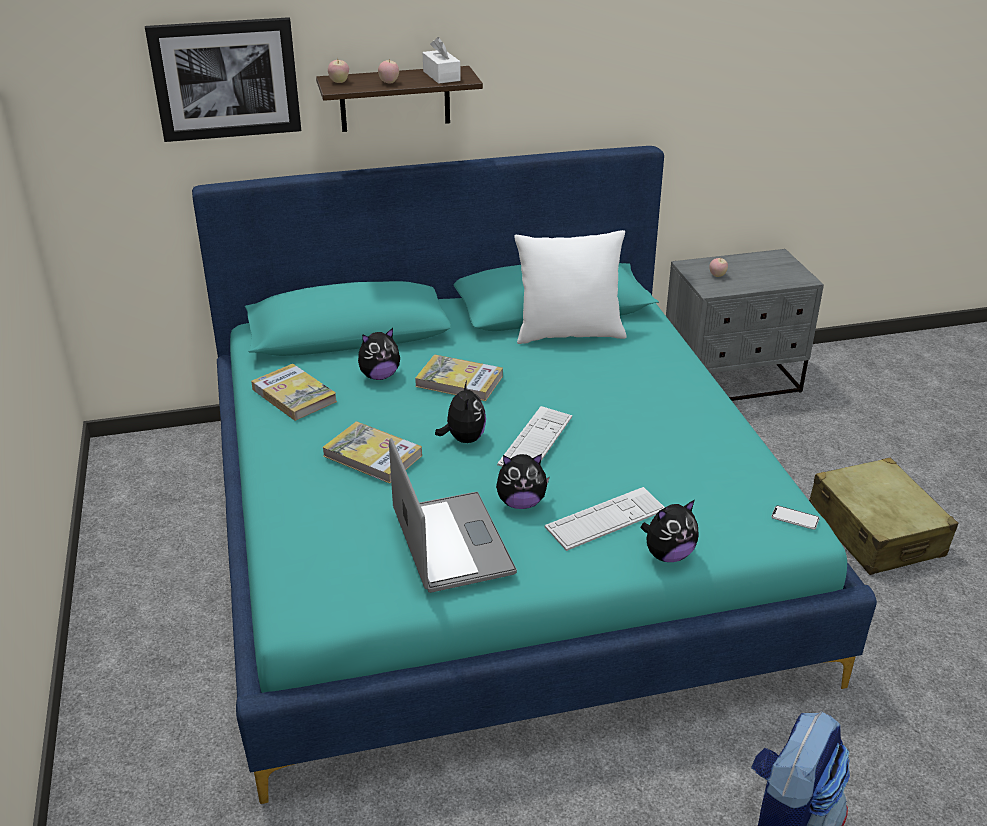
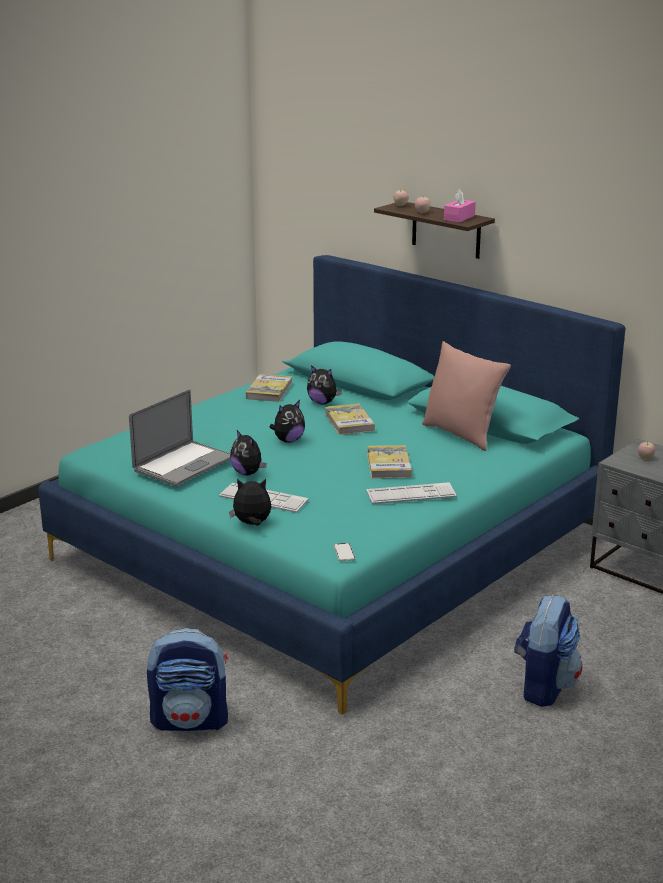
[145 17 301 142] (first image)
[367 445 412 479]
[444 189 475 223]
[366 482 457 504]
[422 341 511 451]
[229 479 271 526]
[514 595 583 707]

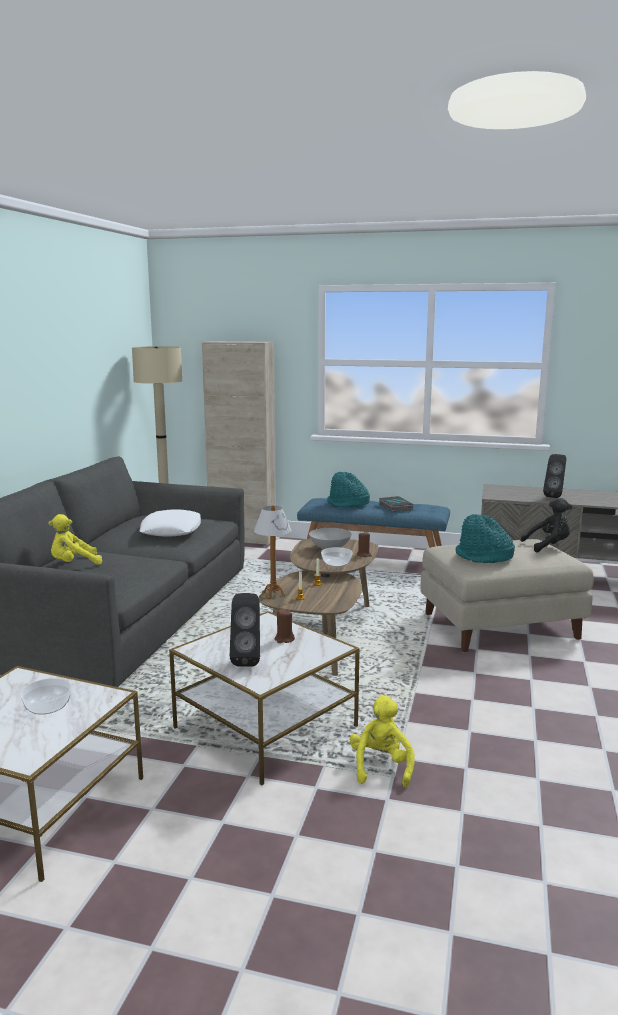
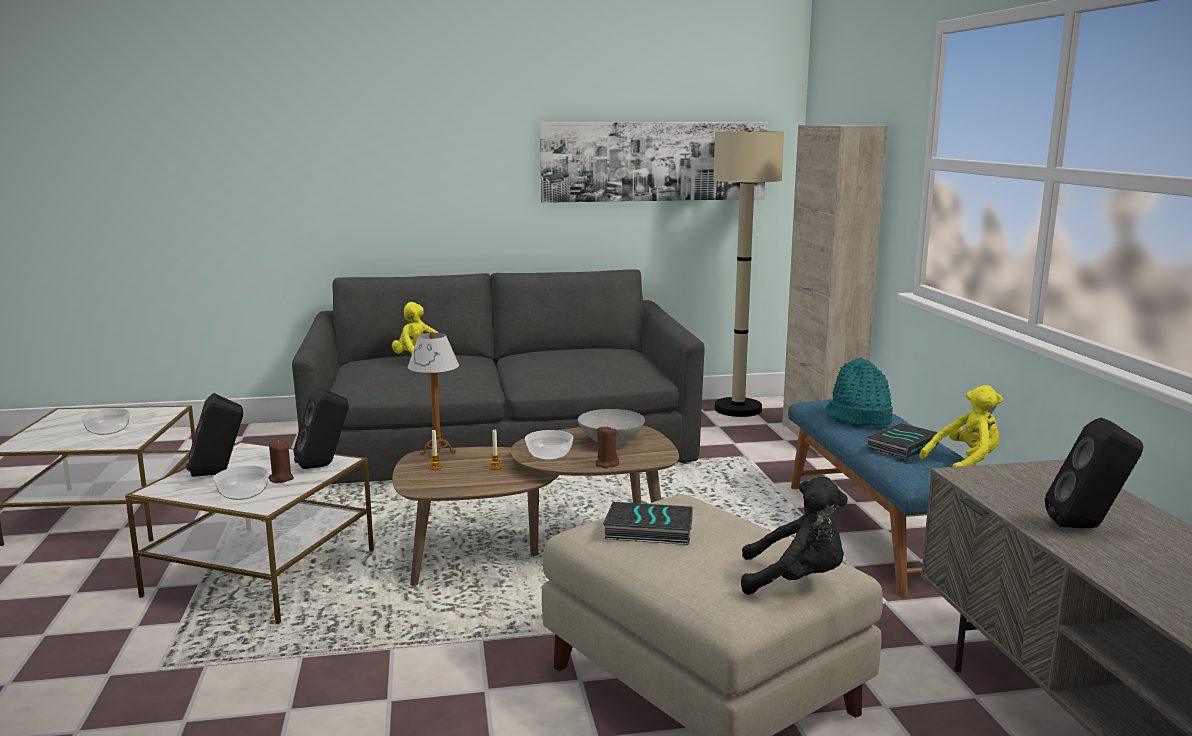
[140 509 201 537] (first image)
[919 385 1003 467]
[603 502 693 545]
[741 477 848 595]
[213 466 269 500]
[294 387 349 469]
[540 122 768 203]

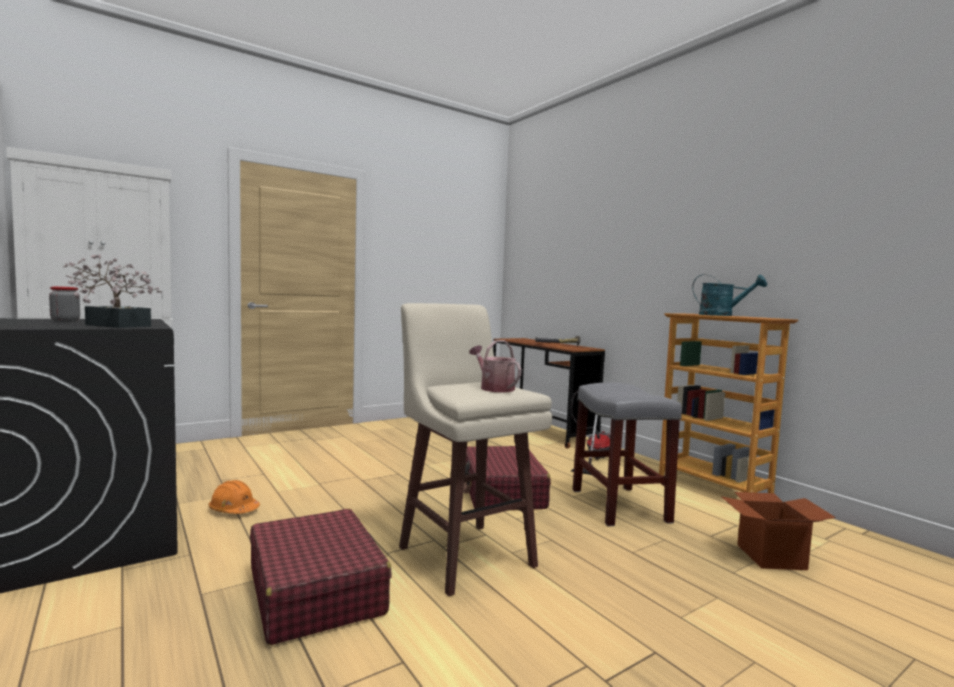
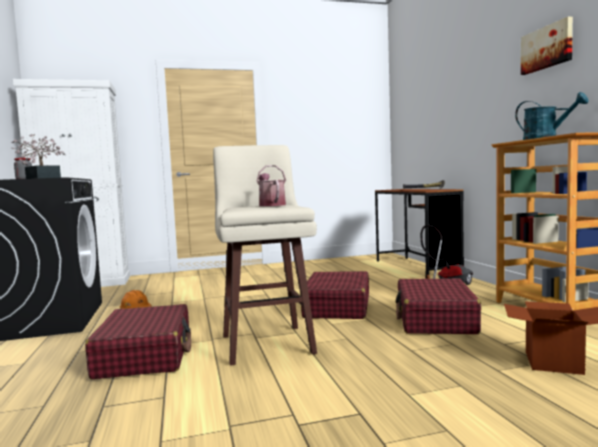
[395 278 481 334]
[521 16 573 75]

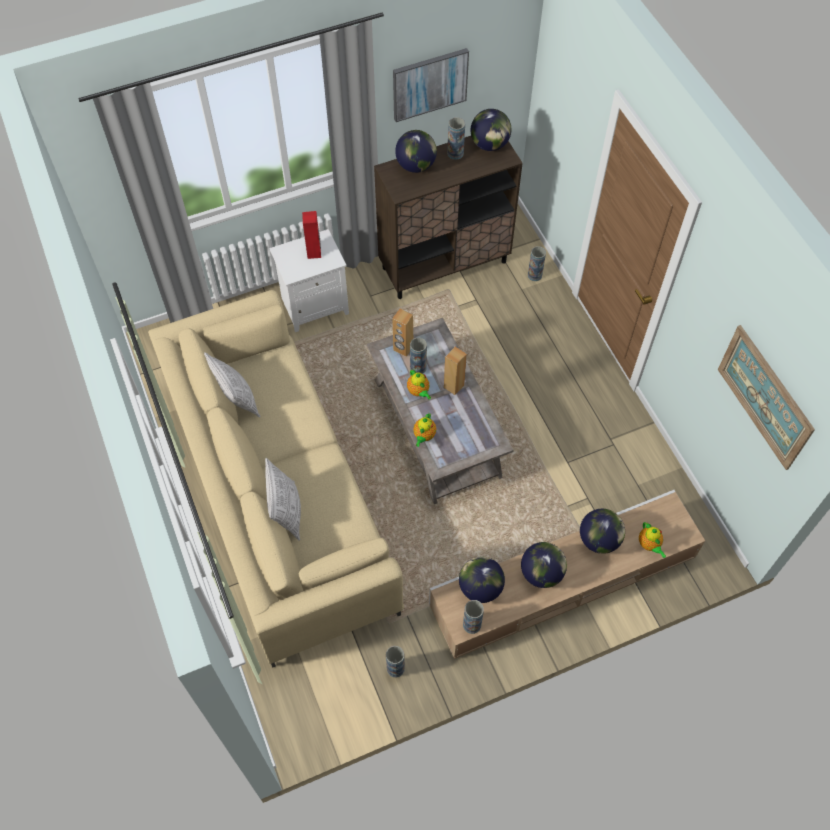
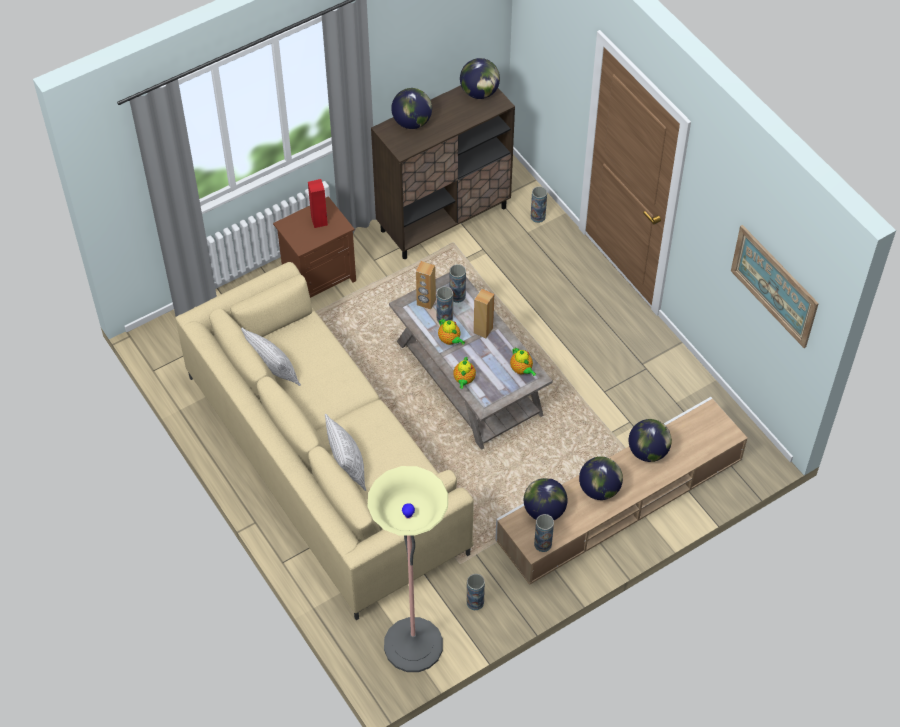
[273 196 356 298]
[393 48 469 122] (first image)
[449 264 466 303]
[510 348 536 376]
[368 466 448 672]

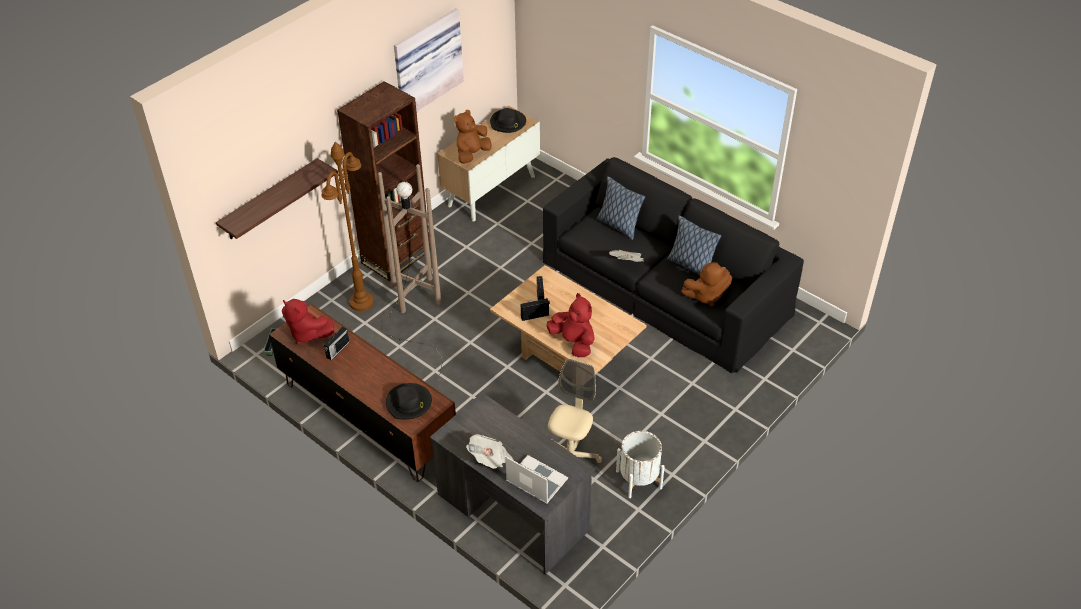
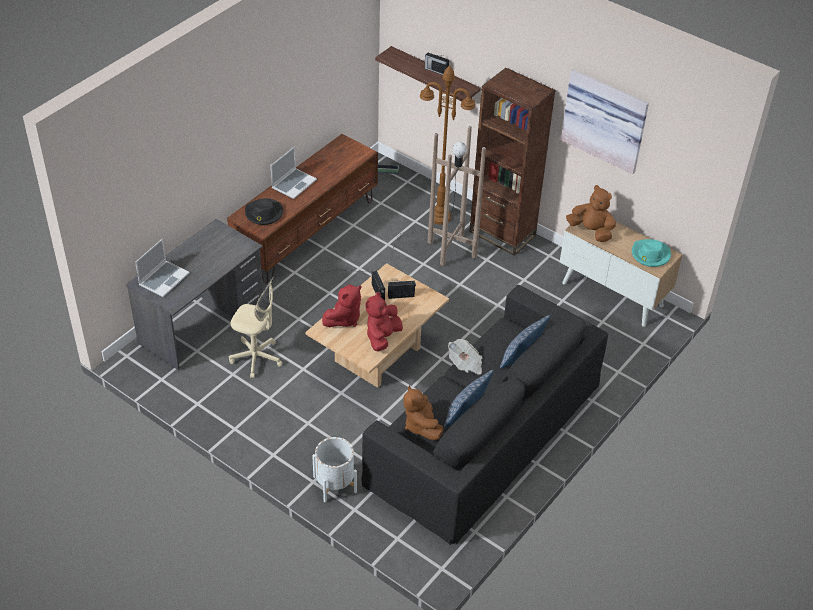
[365 292 403 352]
[425 53 449 75]
[466 434 514 469] (first image)
[632 239 671 267]
[312 437 357 502]
[271 147 317 199]

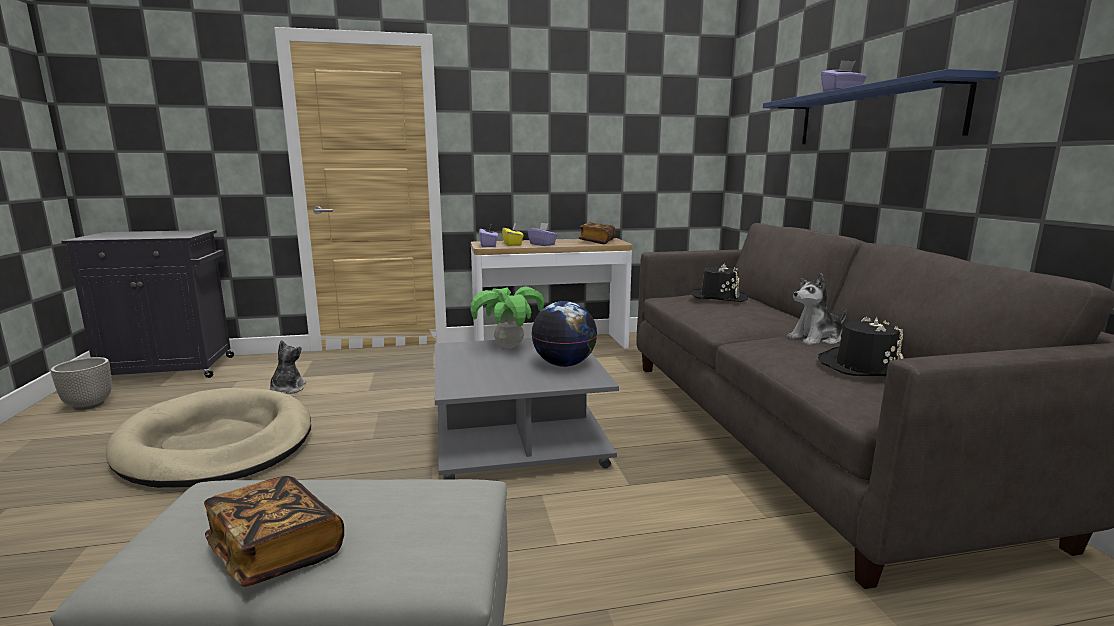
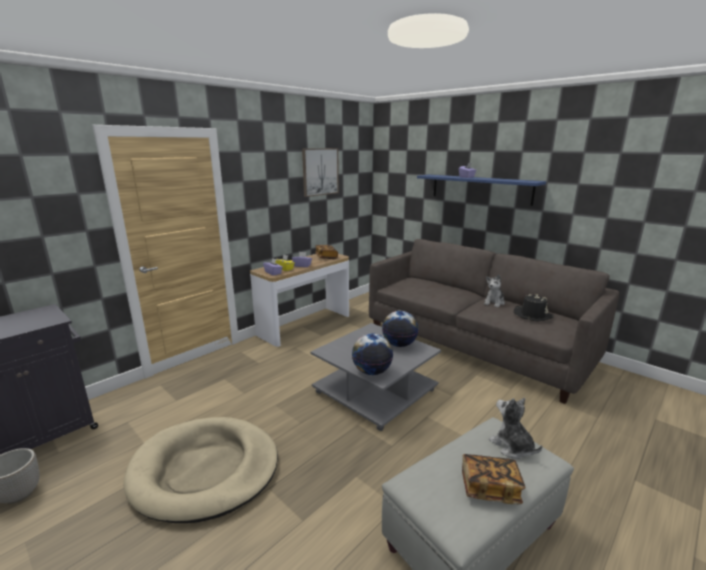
[489 398 542 459]
[470 287 544 349] (first image)
[690 263 748 302] (first image)
[302 148 339 197]
[352 334 393 375]

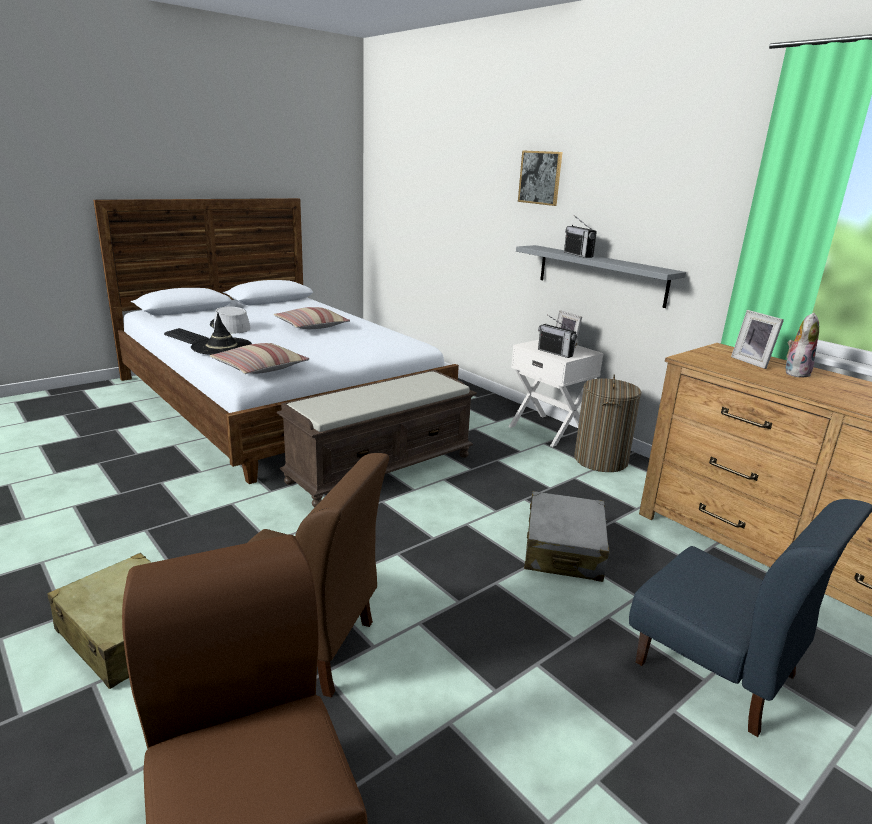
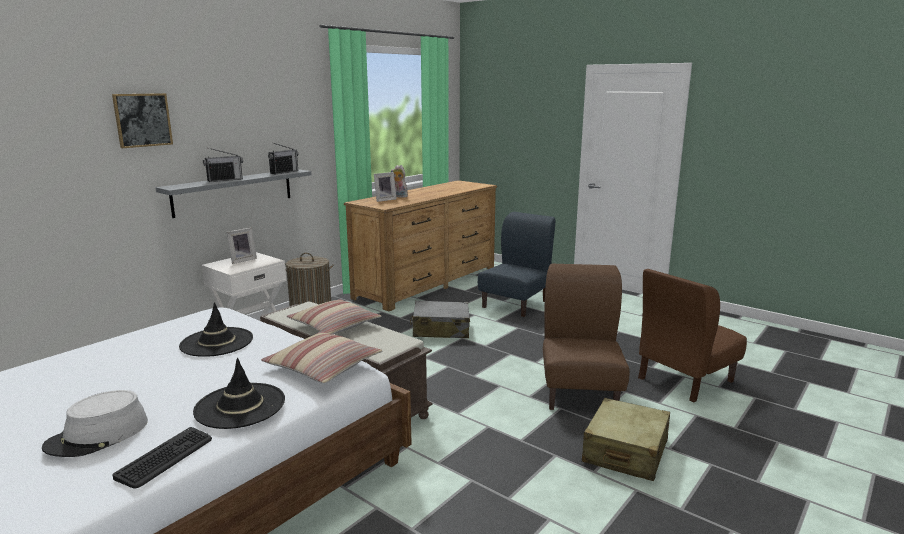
[287 299 382 334]
[268 143 299 175]
[179 302 253 357]

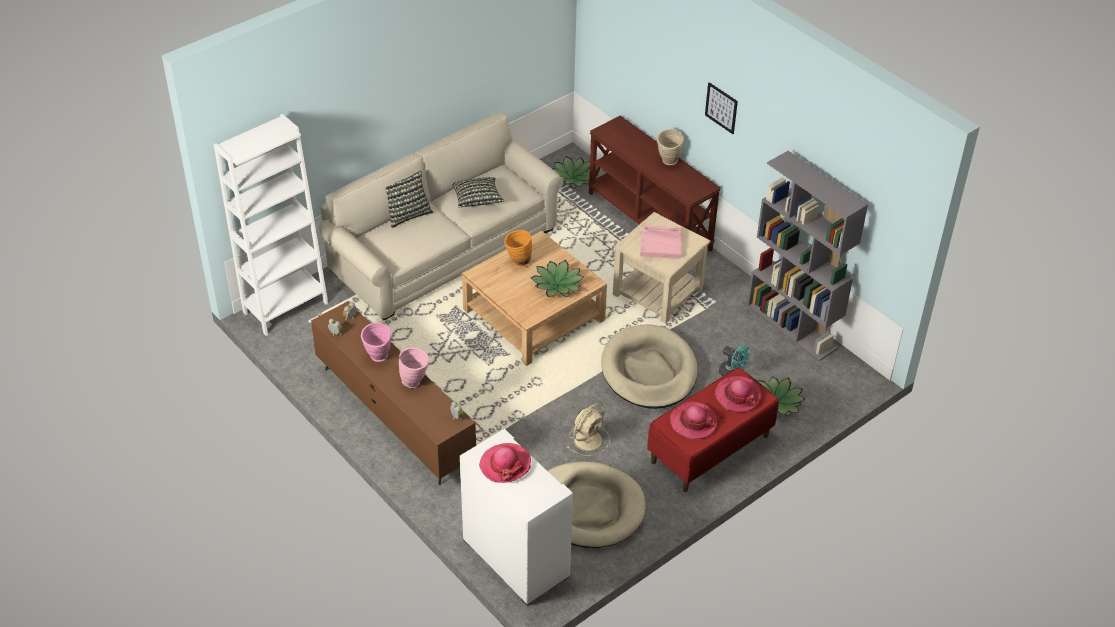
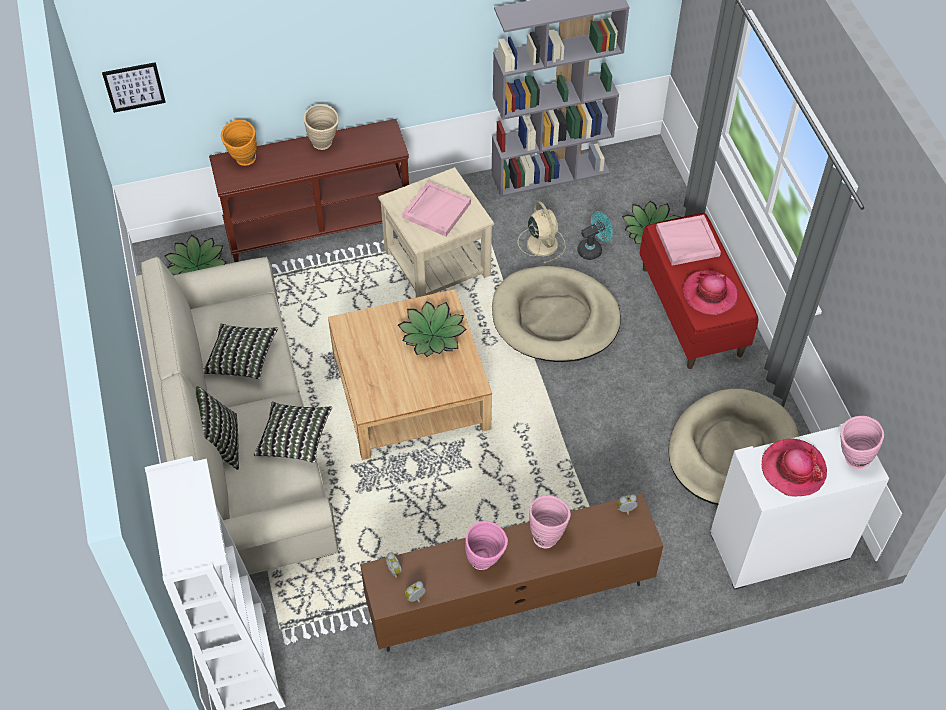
[221 120 257 166]
[518 201 566 264]
[102 62 166 113]
[656 215 721 266]
[254 402 332 463]
[840 416 884 469]

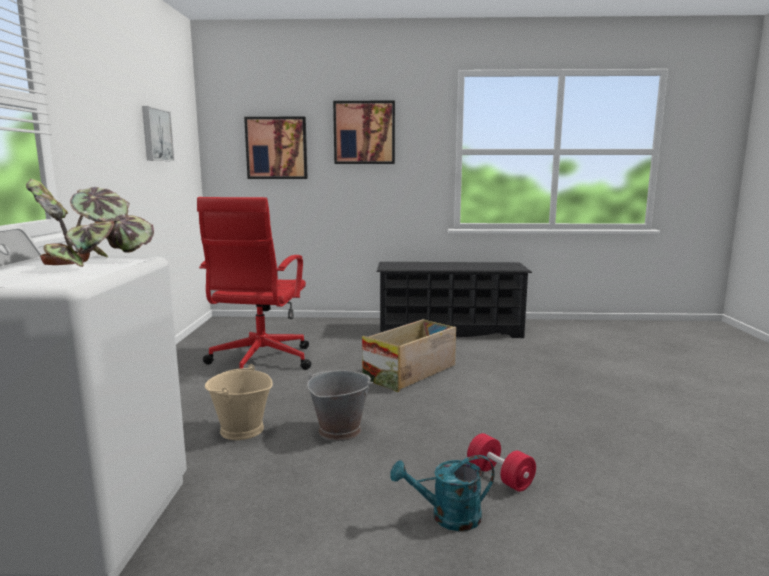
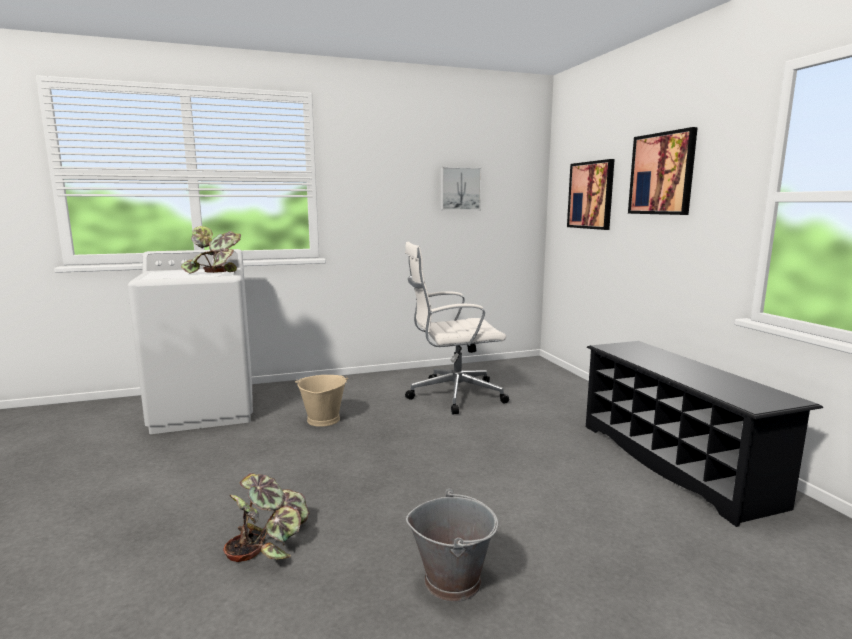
[405 242 509 414]
[406 489 498 602]
[362 319 456 392] (first image)
[390 455 494 531] (first image)
[223 473 310 562]

